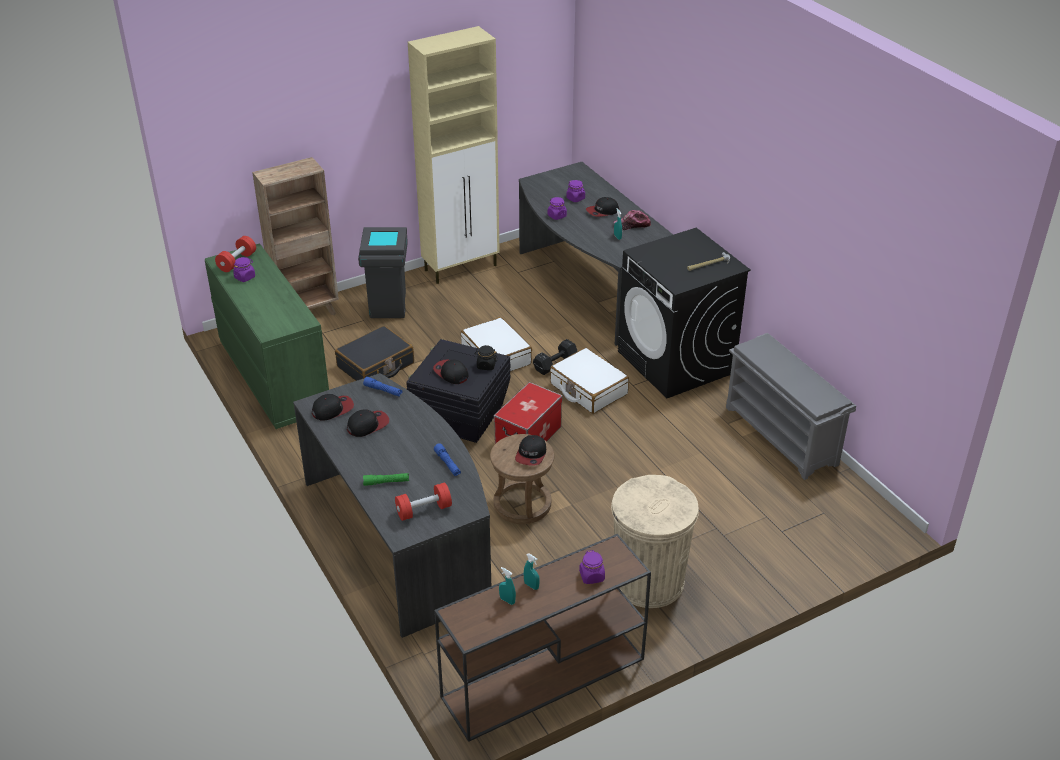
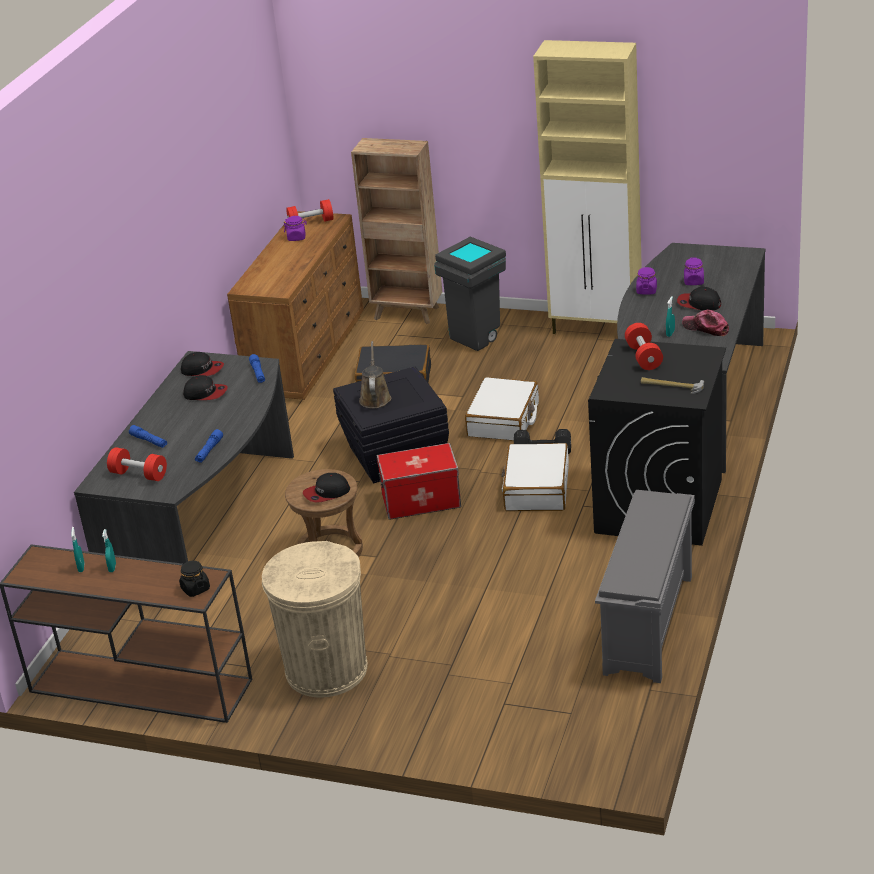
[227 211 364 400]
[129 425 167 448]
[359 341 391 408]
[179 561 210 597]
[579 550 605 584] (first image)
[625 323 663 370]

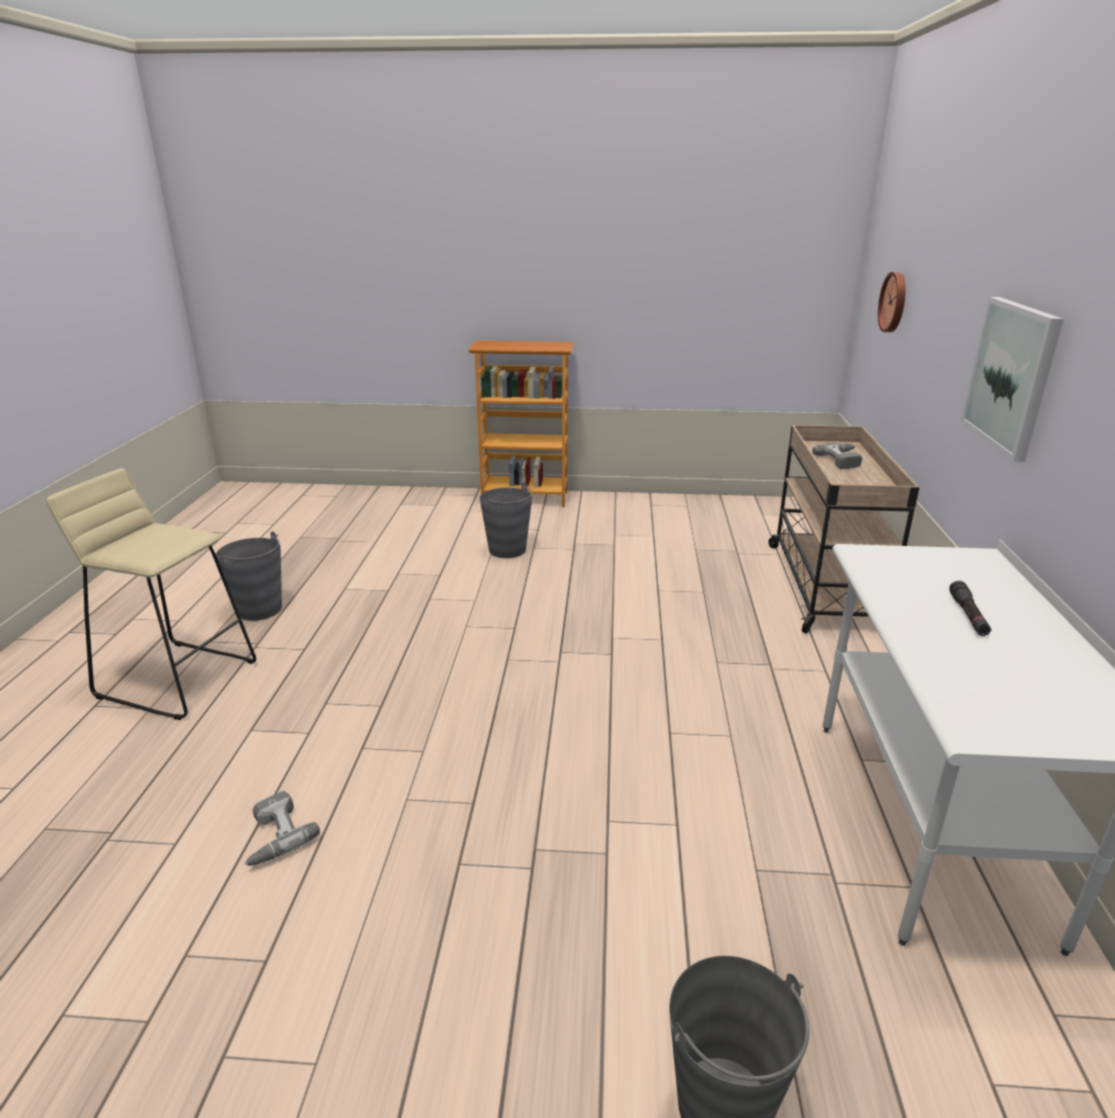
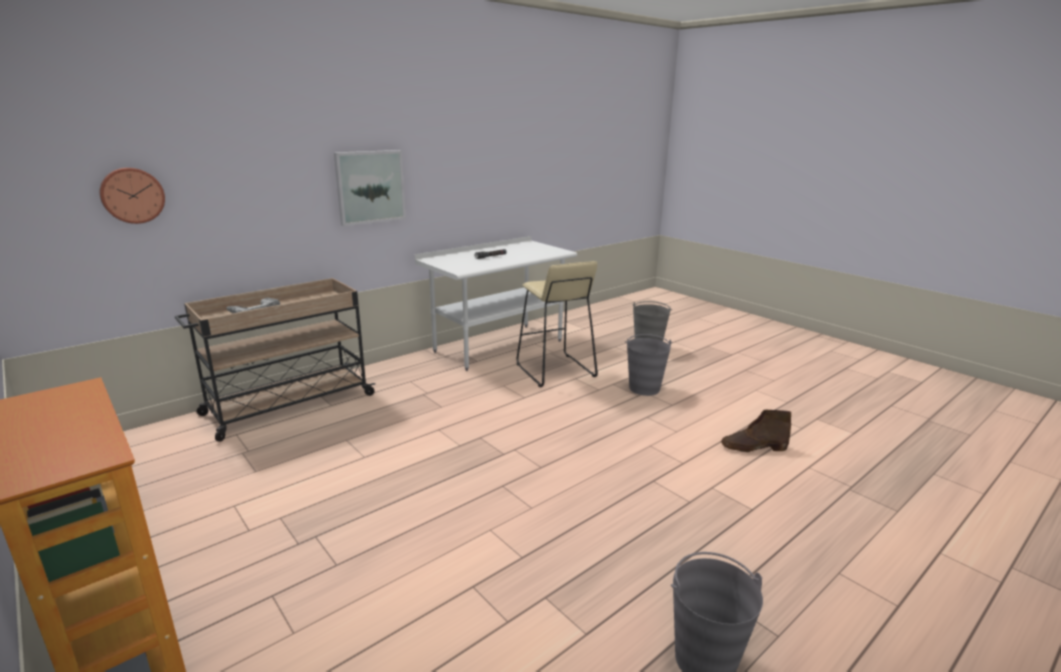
[517 261 598 387]
[721 410 791 452]
[625 334 672 396]

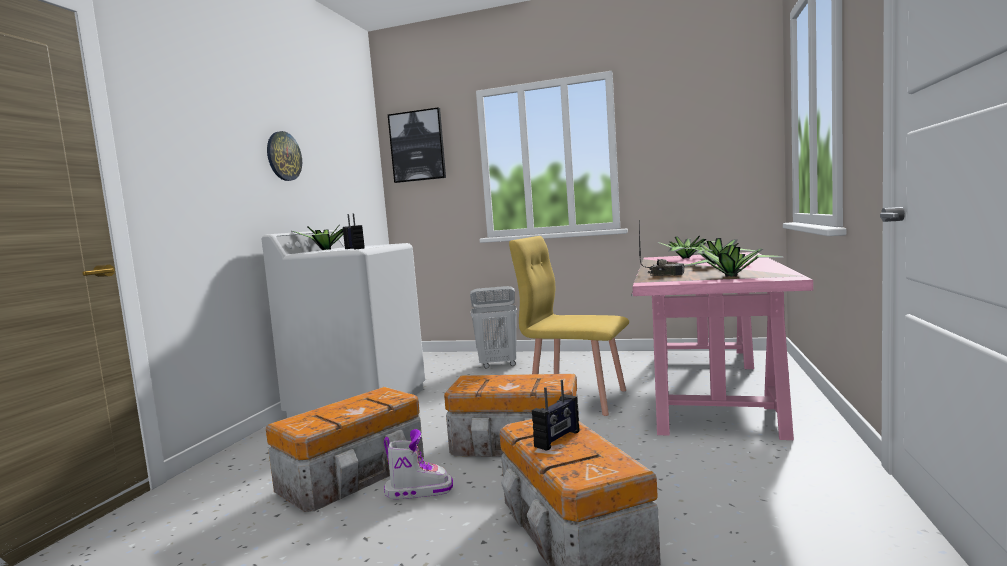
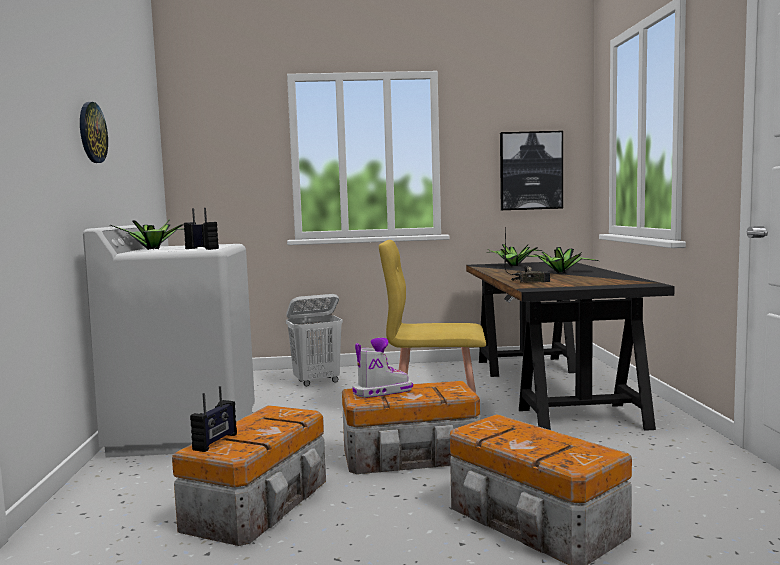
[352 338 413 398]
[500 131 563 210]
[190 386 237 452]
[466 262 675 431]
[684 245 784 277] (first image)

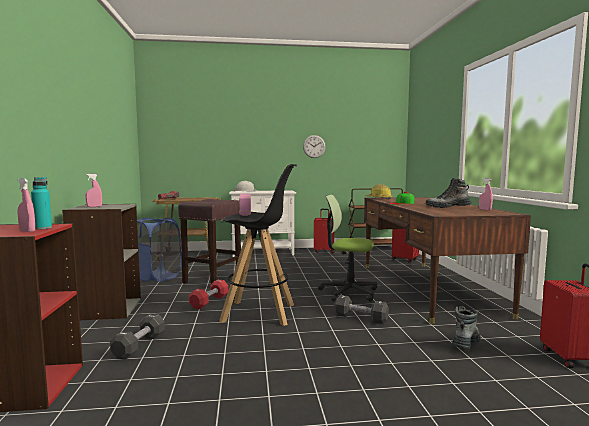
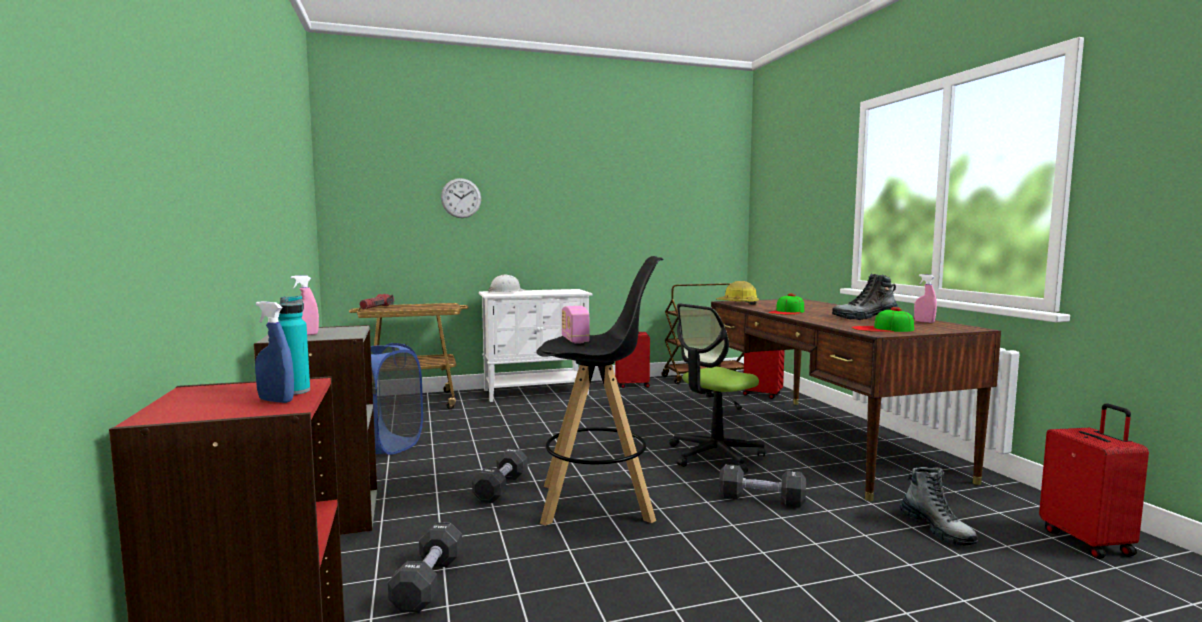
[255 301 294 403]
[178 199 241 284] (first image)
[472 448 528 503]
[441 178 481 218]
[669 303 765 473]
[900 467 978 546]
[852 307 914 332]

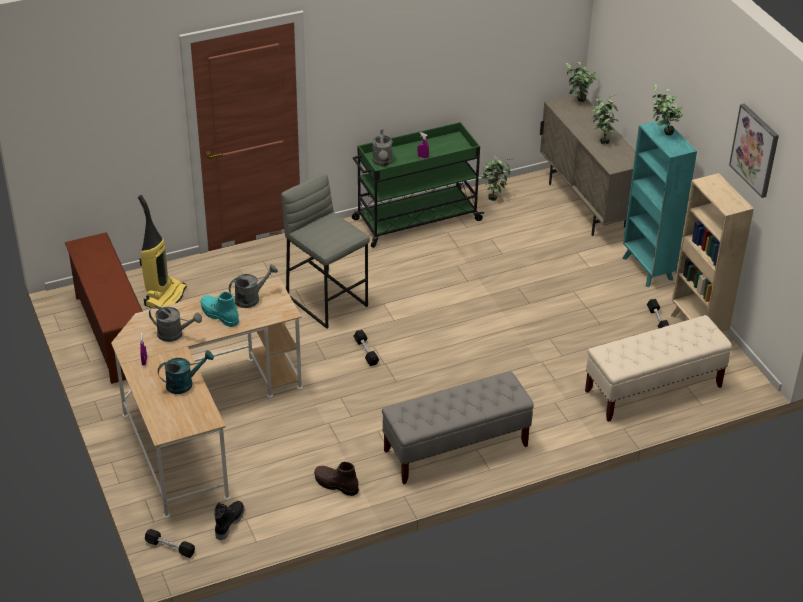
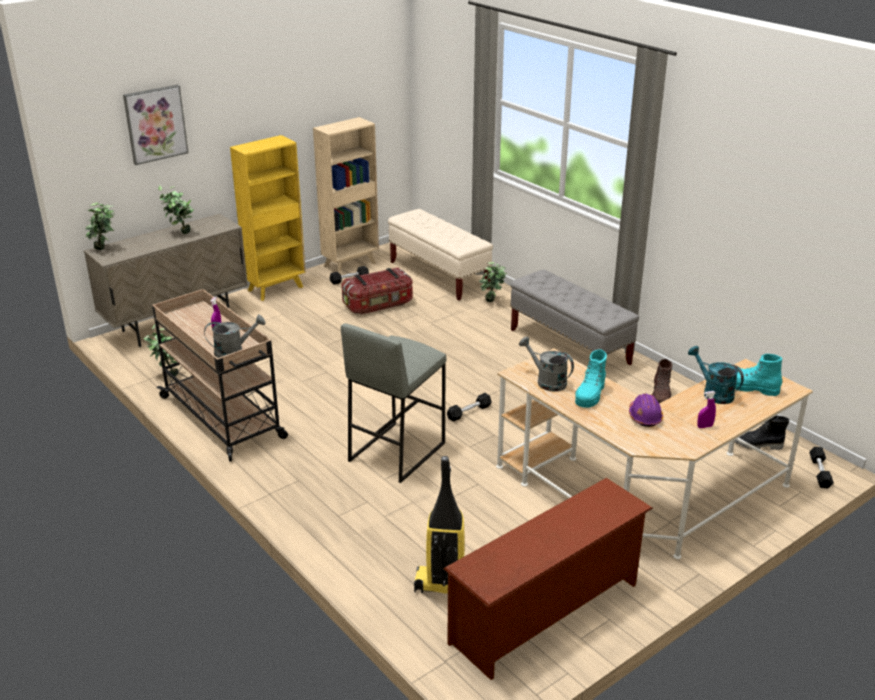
[629 394 663 427]
[152 289 288 462]
[230 135 306 301]
[479 262 507 302]
[123 85 189 165]
[342 267 413 315]
[735 354 782 396]

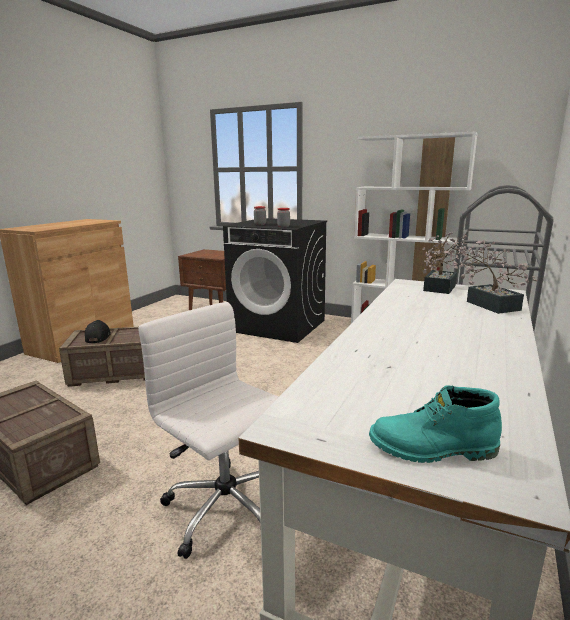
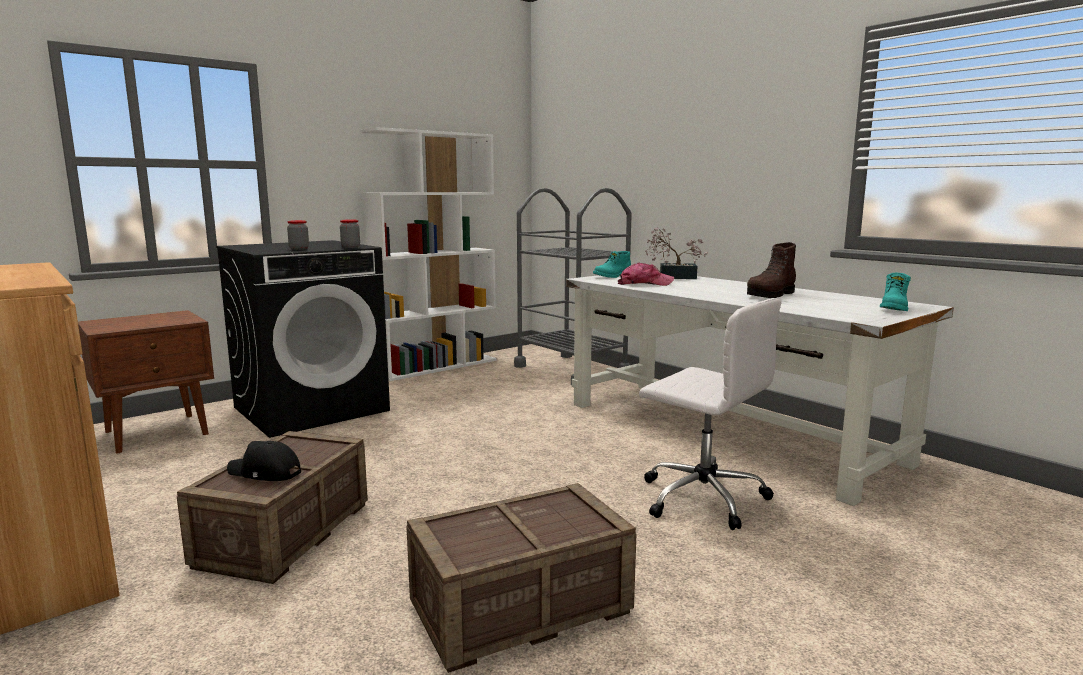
[639 298 782 530]
[593 251 631 278]
[618 262 675 286]
[747 242 796 298]

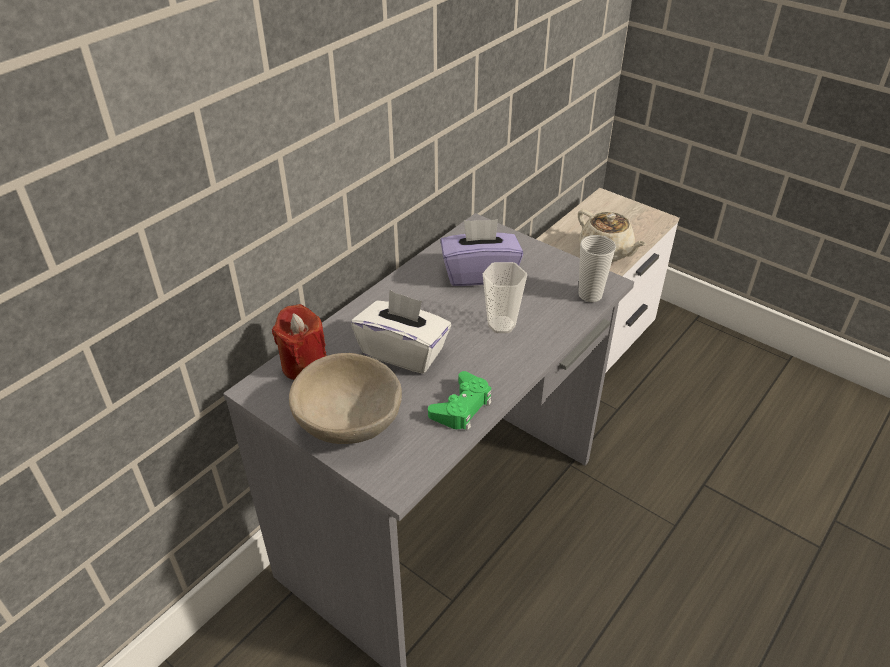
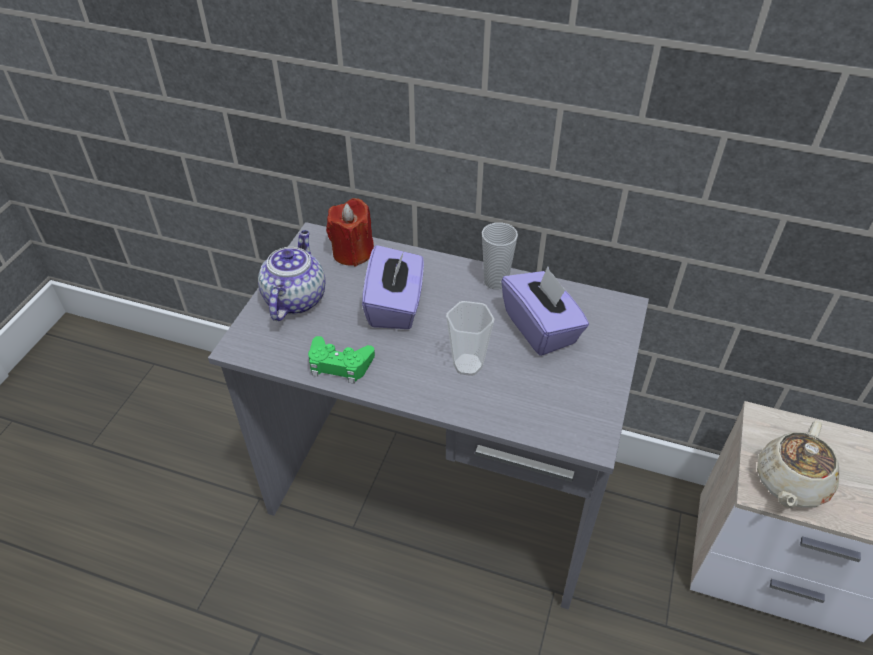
[258 230 326 321]
[362 245 424 329]
[482 222 518 290]

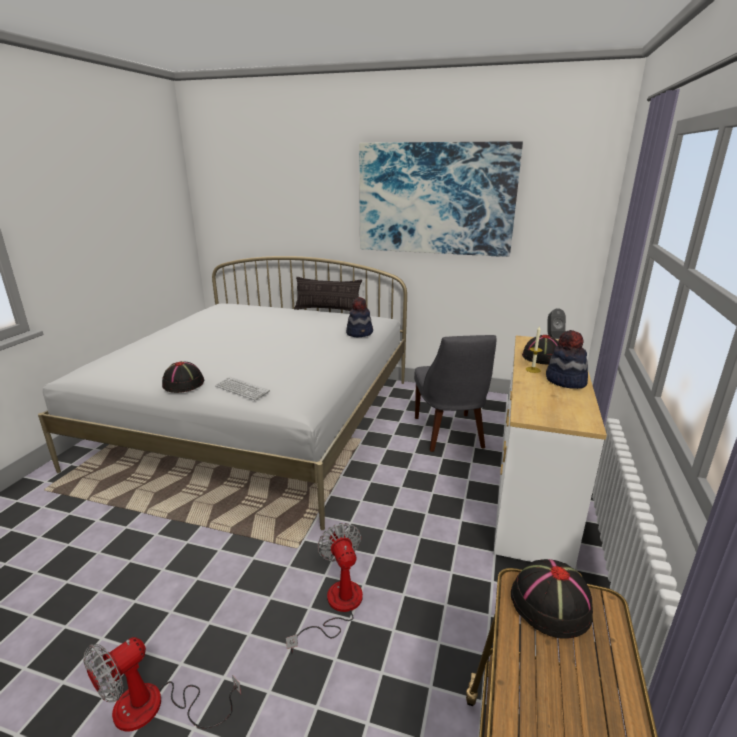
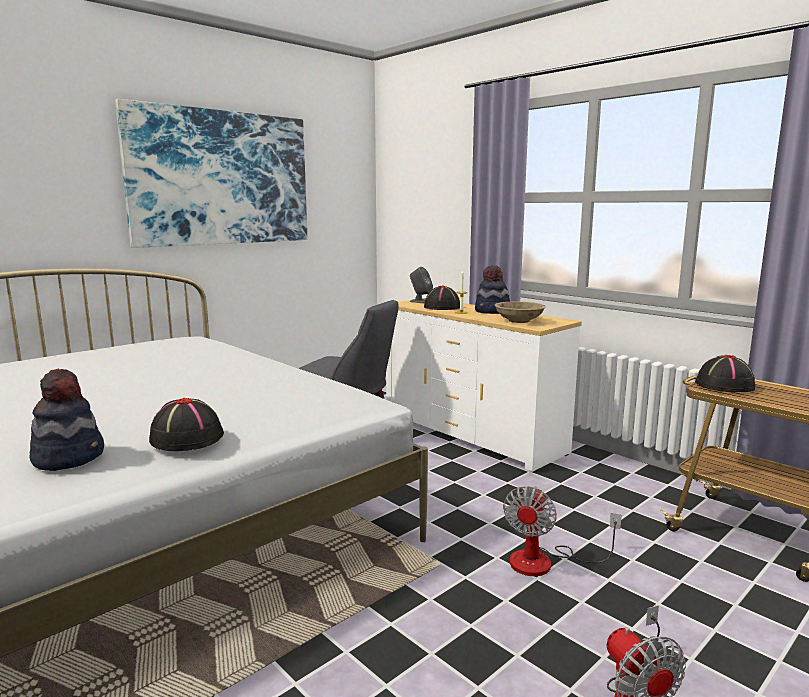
[215 377 270 400] (first image)
[503 486 622 576]
[294 277 362 311] (first image)
[29 369 104 471]
[495 302 546 323]

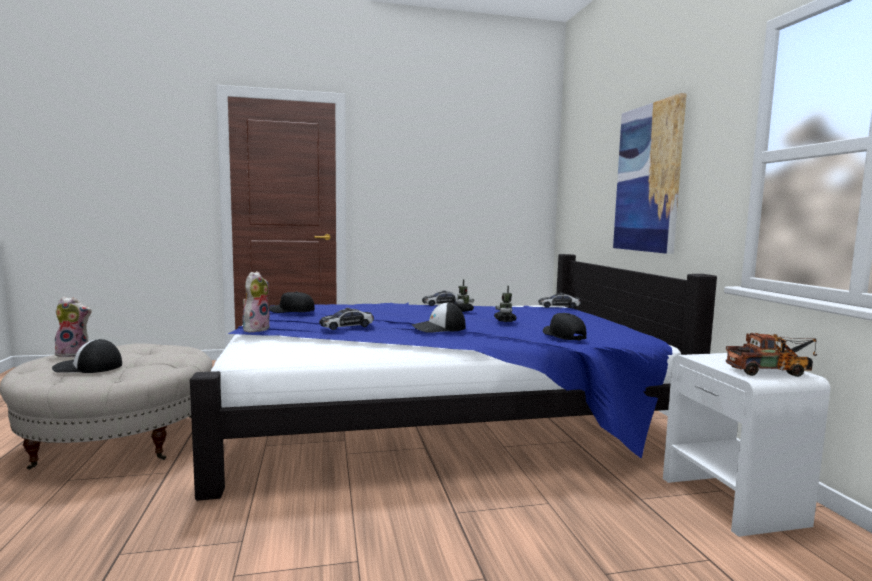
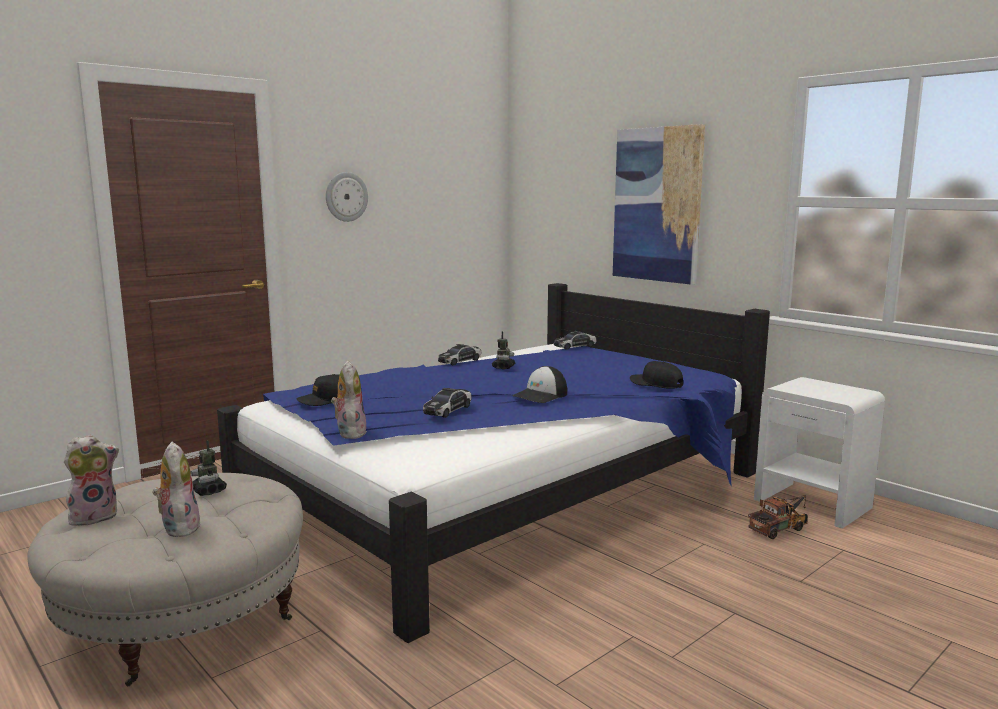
[152 442 201 537]
[191 440 227 496]
[748 495 808 539]
[326 172 368 222]

